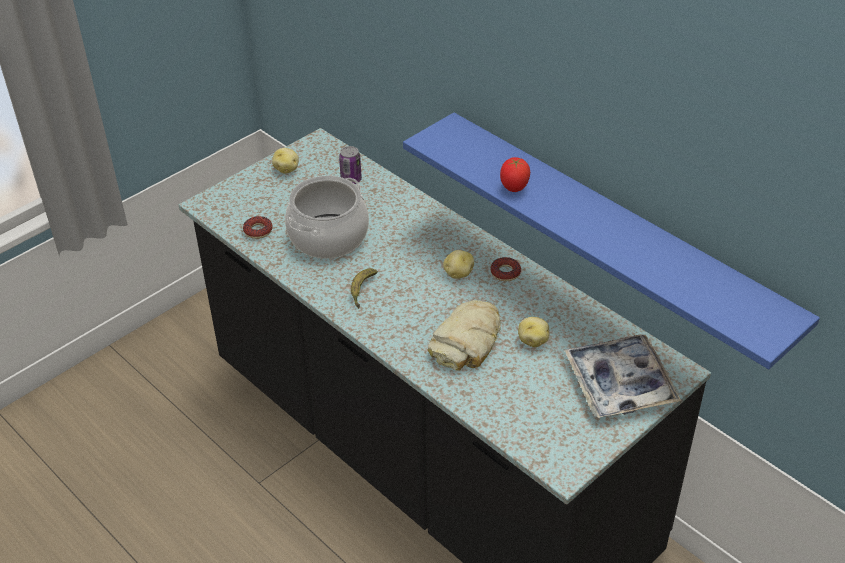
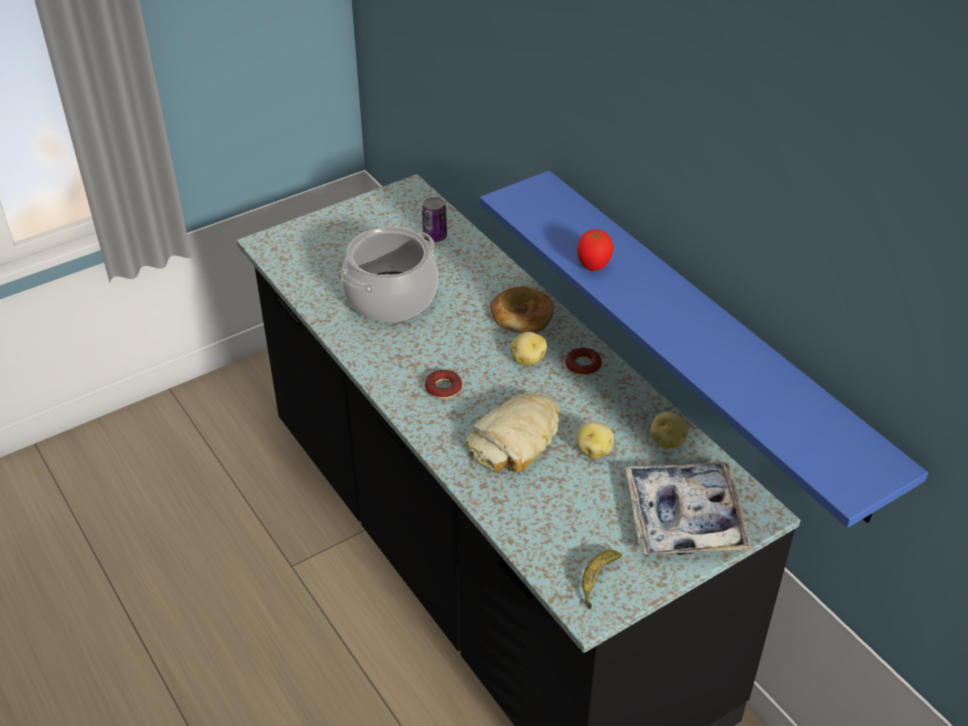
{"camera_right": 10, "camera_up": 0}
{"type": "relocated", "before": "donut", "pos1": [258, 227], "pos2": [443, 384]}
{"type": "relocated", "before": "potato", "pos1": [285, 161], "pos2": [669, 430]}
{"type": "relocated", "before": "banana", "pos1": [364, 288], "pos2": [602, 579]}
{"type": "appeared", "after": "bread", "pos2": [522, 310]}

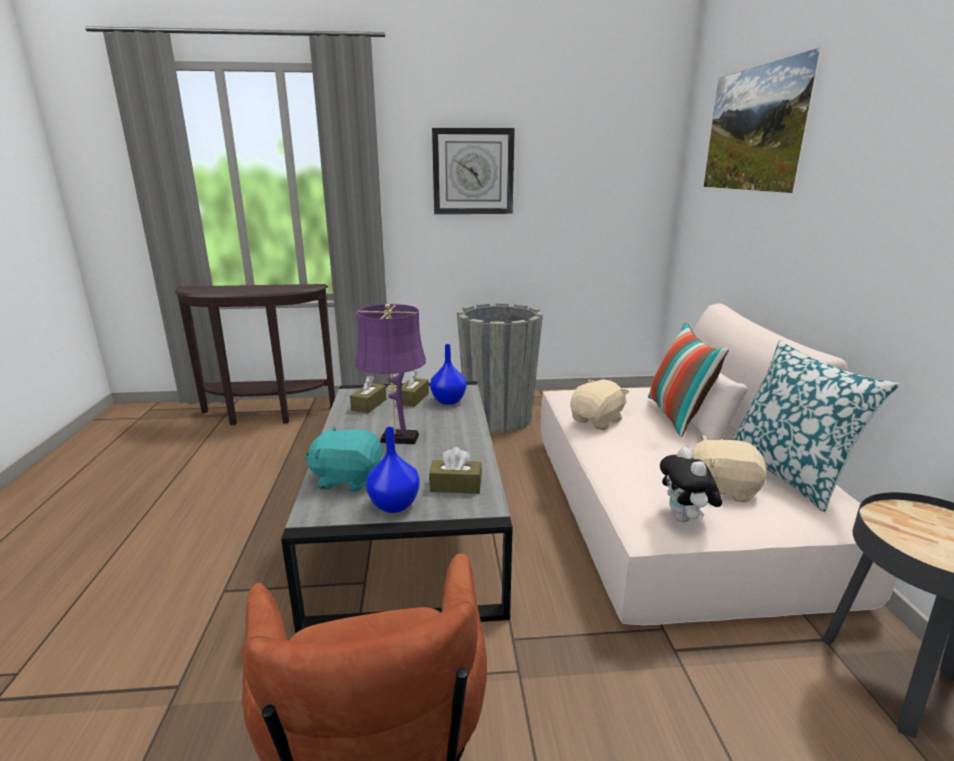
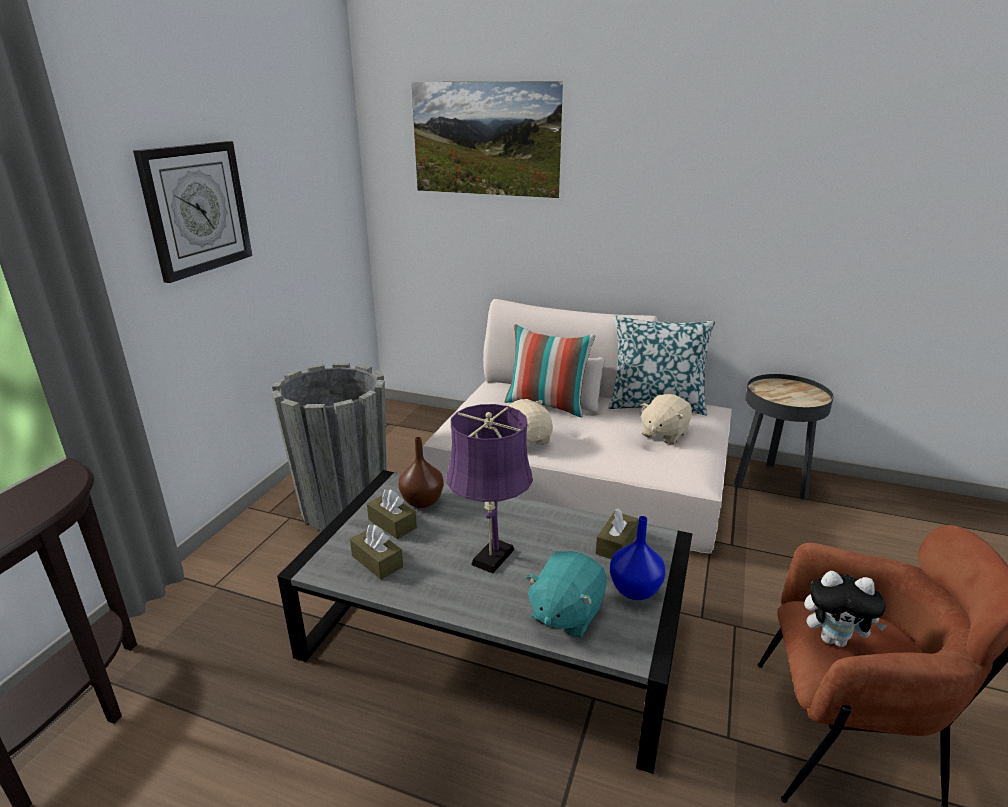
{"camera_right": -65, "camera_up": 5}
{"type": "colour", "before": "blue vase", "after": "brown vase", "pos1": [448, 374], "pos2": [421, 472]}
{"type": "relocated", "before": "plush toy", "pos1": [691, 484], "pos2": [846, 609]}

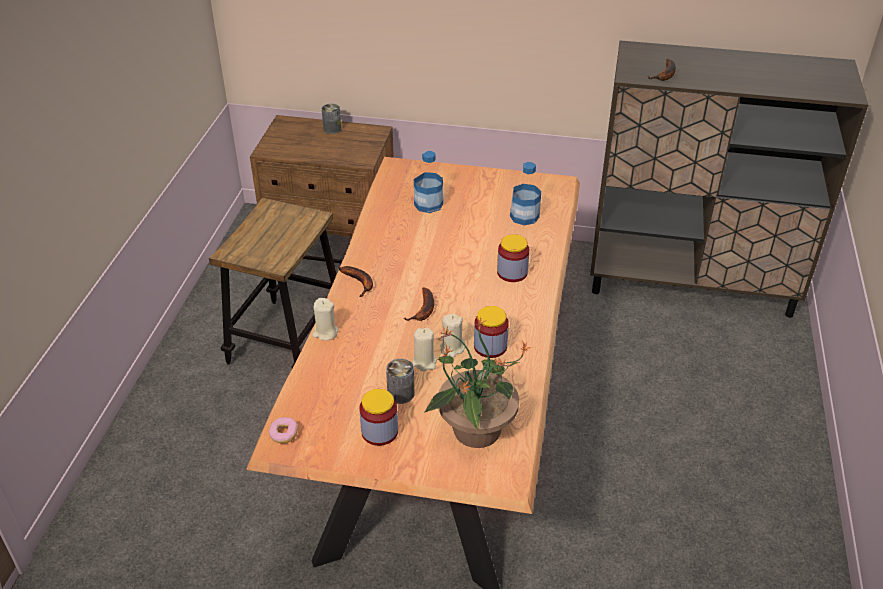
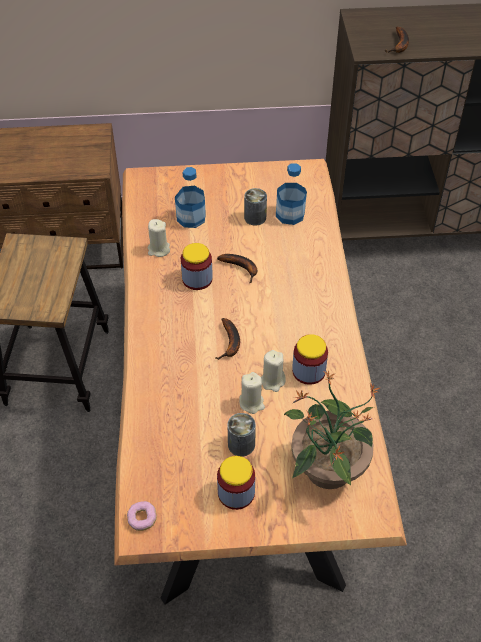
{"camera_right": -15, "camera_up": 10}
{"type": "relocated", "before": "beige candle", "pos1": [325, 319], "pos2": [159, 238]}
{"type": "relocated", "before": "can", "pos1": [331, 119], "pos2": [255, 207]}
{"type": "relocated", "before": "banana", "pos1": [356, 281], "pos2": [237, 268]}
{"type": "relocated", "before": "jar", "pos1": [513, 258], "pos2": [197, 266]}

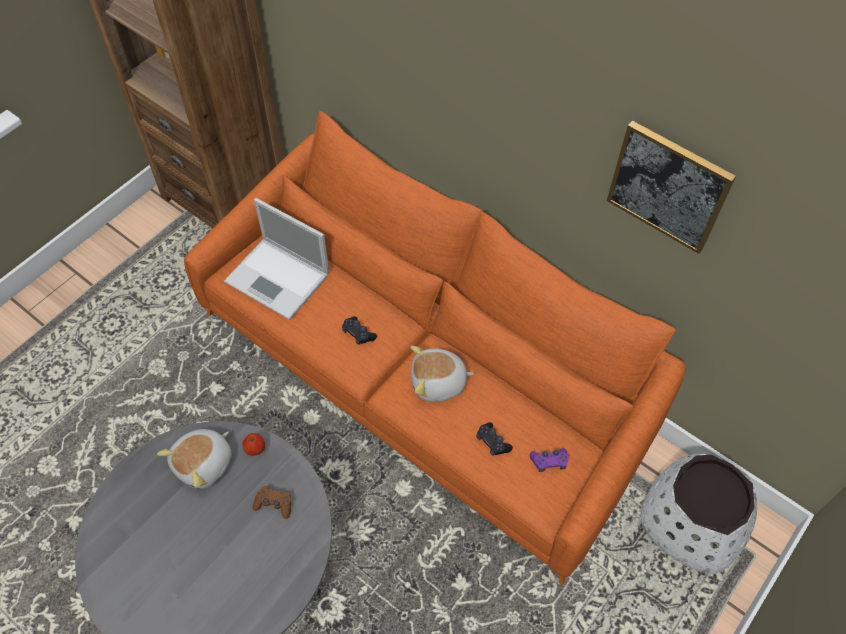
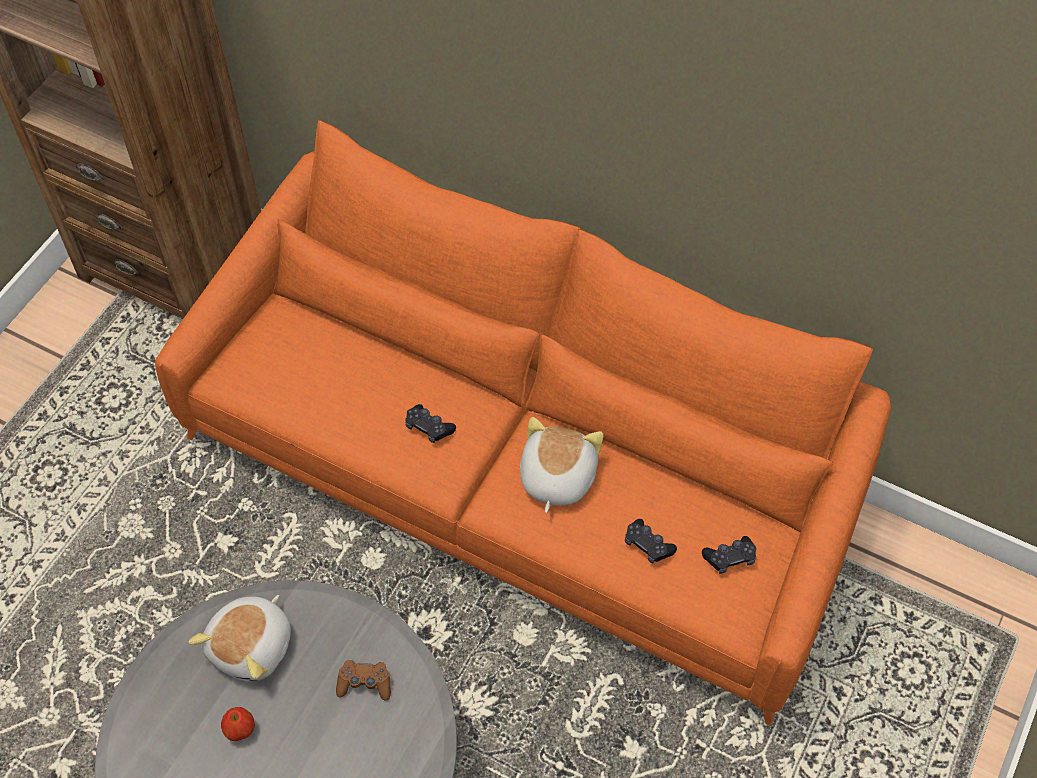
{"camera_right": -10, "camera_up": 0}
{"type": "missing", "before": "laptop", "pos1": [276, 259]}
{"type": "relocated", "before": "apple", "pos1": [253, 444], "pos2": [238, 724]}
{"type": "spun", "before": "plush toy", "pos1": [442, 374], "pos2": [562, 465], "turn": 120}
{"type": "colour", "before": "purple game controller", "after": "black game controller", "pos1": [549, 460], "pos2": [729, 555]}
{"type": "missing", "before": "picture", "pos1": [671, 187]}
{"type": "missing", "before": "white planter", "pos1": [698, 514]}

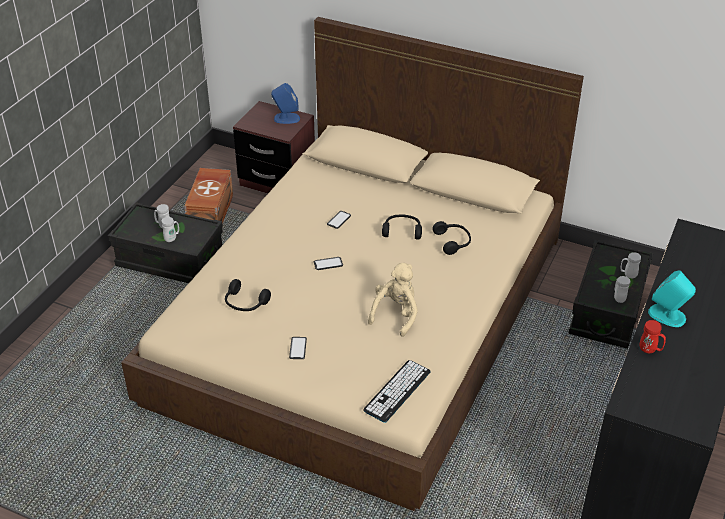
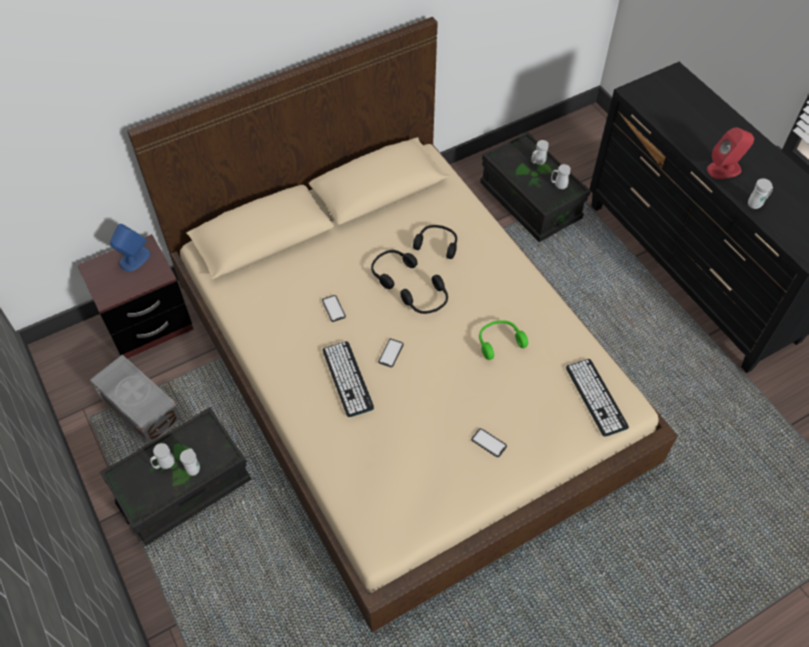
{"camera_right": -55, "camera_up": 15}
{"type": "colour", "before": "brown storage box", "after": "grey storage box", "pos1": [208, 196], "pos2": [136, 399]}
{"type": "relocated", "before": "black headphones", "pos1": [248, 295], "pos2": [424, 294]}
{"type": "exchanged", "before": "beige plush toy", "after": "green headphones", "pos1": [393, 300], "pos2": [503, 340]}
{"type": "colour", "before": "red mug", "after": "white mug", "pos1": [653, 336], "pos2": [760, 193]}
{"type": "colour", "before": "turquoise speaker", "after": "red speaker", "pos1": [672, 298], "pos2": [730, 153]}
{"type": "appeared", "after": "keyboard", "pos2": [348, 379]}

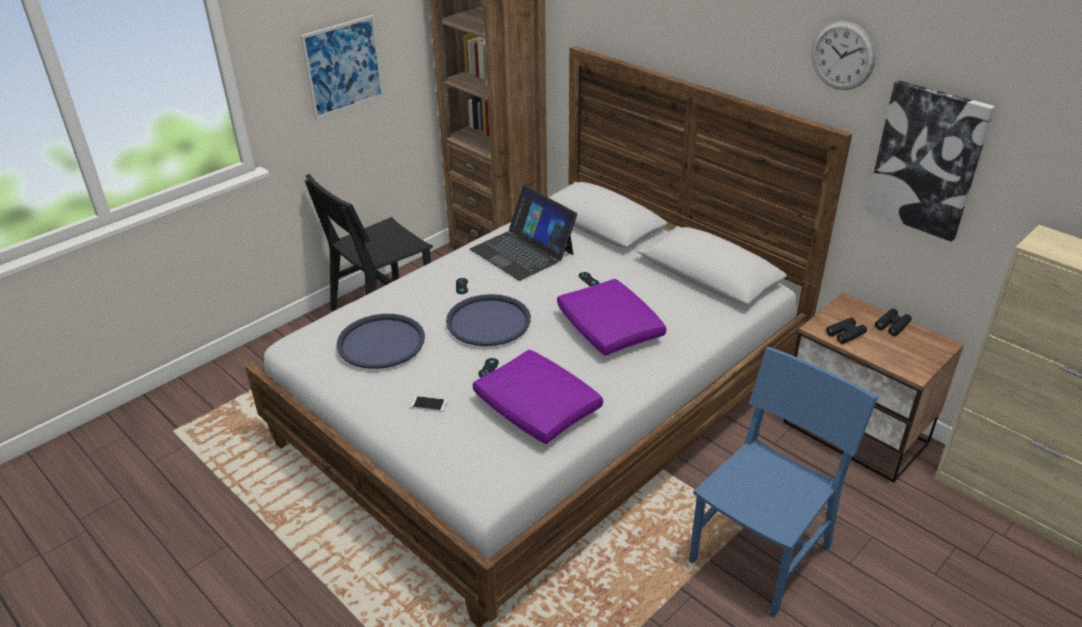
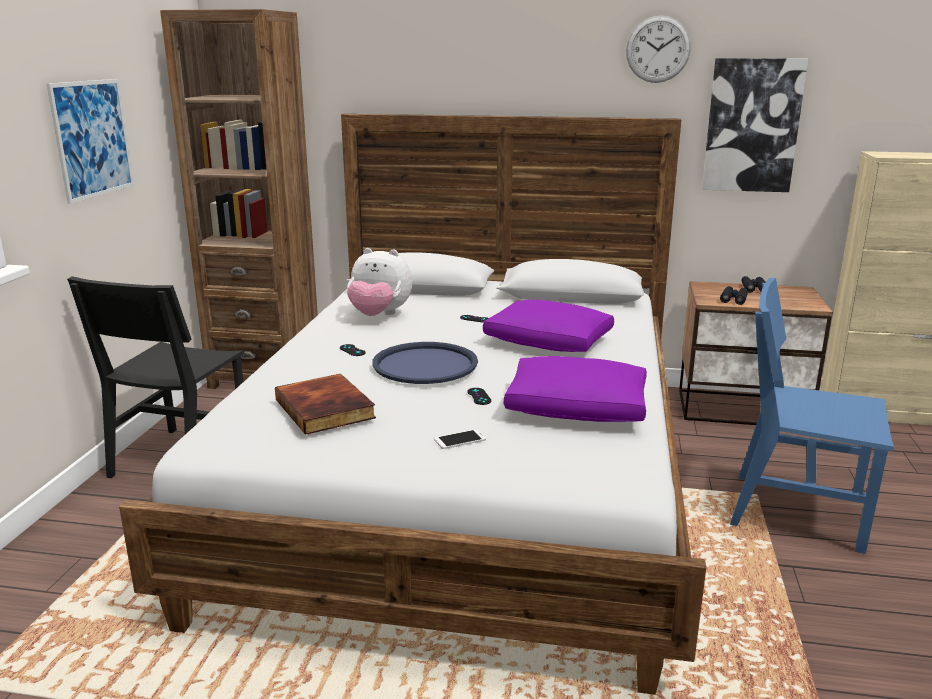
{"camera_right": -35, "camera_up": -15}
{"type": "exchanged", "before": "blue tray", "after": "book", "pos1": [381, 341], "pos2": [325, 404]}
{"type": "exchanged", "before": "laptop", "after": "plush toy", "pos1": [523, 233], "pos2": [379, 282]}
{"type": "spun", "before": "blue chair", "pos1": [783, 482], "pos2": [812, 416], "turn": -75}

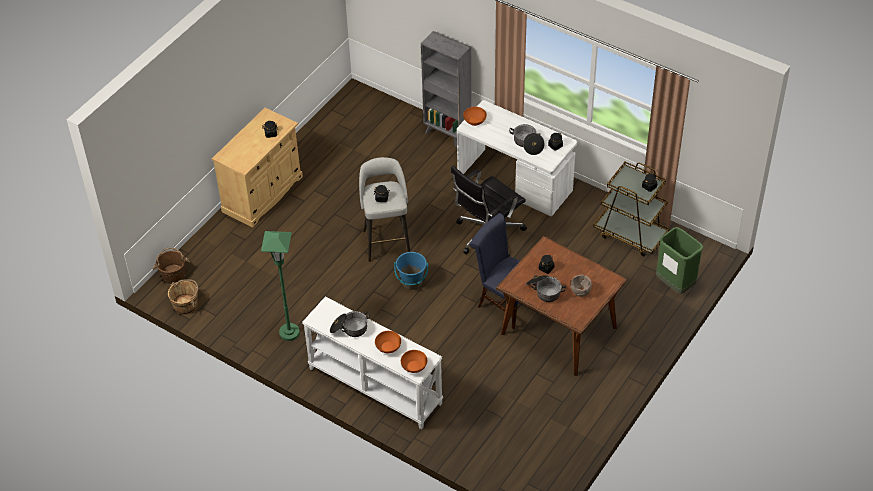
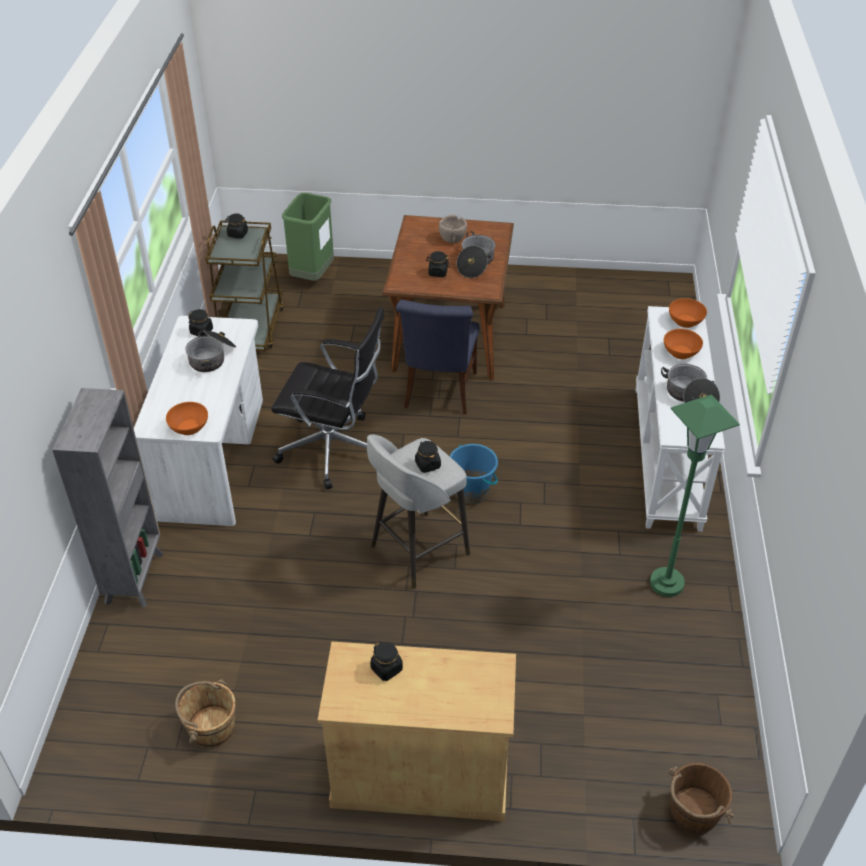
{"camera_right": -120, "camera_up": -5}
{"type": "relocated", "before": "brown bucket", "pos1": [183, 297], "pos2": [205, 713]}

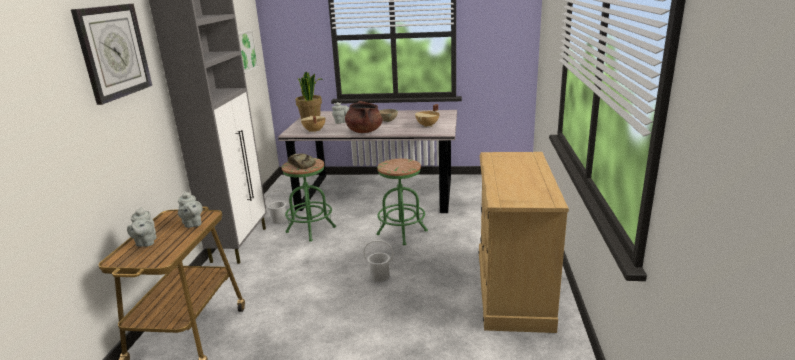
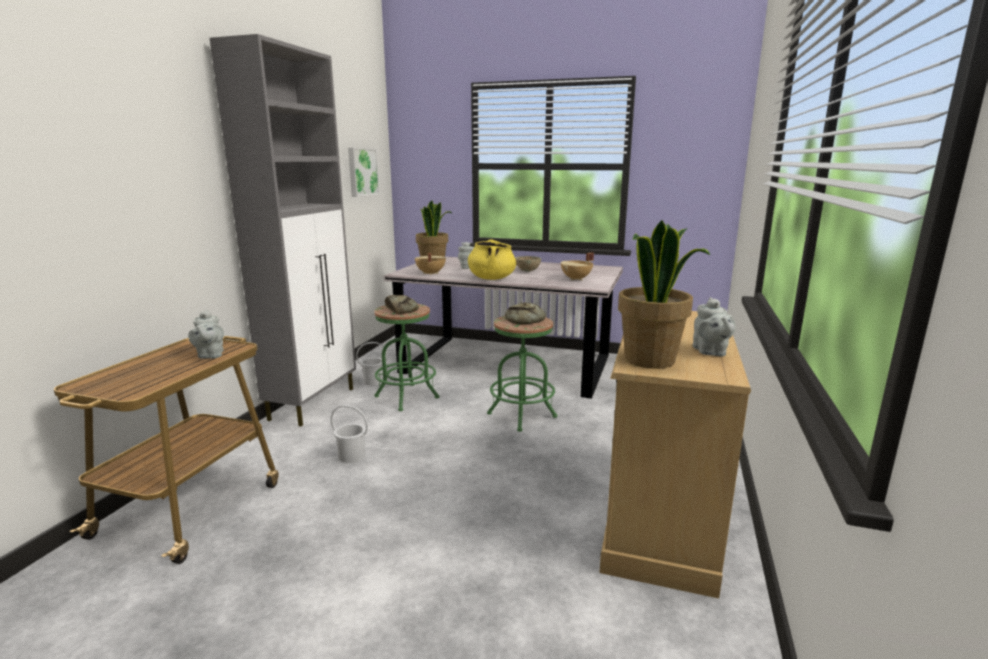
{"camera_right": 10, "camera_up": -5}
{"type": "missing", "before": "wall clock", "pos1": [111, 54]}
{"type": "relocated", "before": "grey teapot", "pos1": [142, 227], "pos2": [714, 326]}
{"type": "colour", "before": "brown cooking pot", "after": "yellow cooking pot", "pos1": [364, 117], "pos2": [492, 259]}
{"type": "relocated", "before": "white bucket", "pos1": [378, 261], "pos2": [349, 434]}
{"type": "appeared", "after": "bread", "pos2": [525, 313]}
{"type": "appeared", "after": "potted plant", "pos2": [664, 294]}

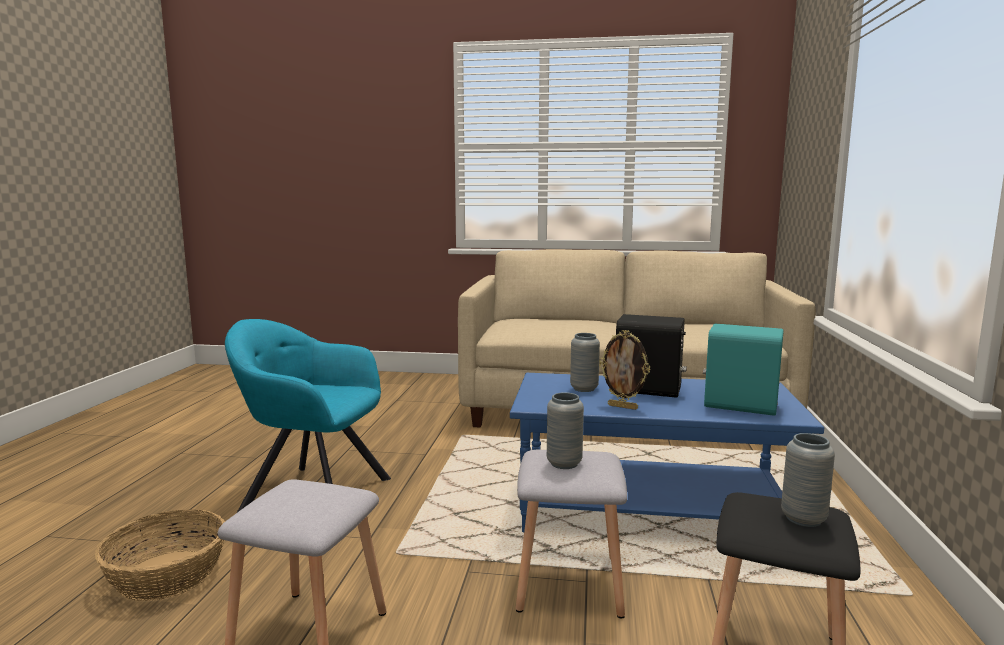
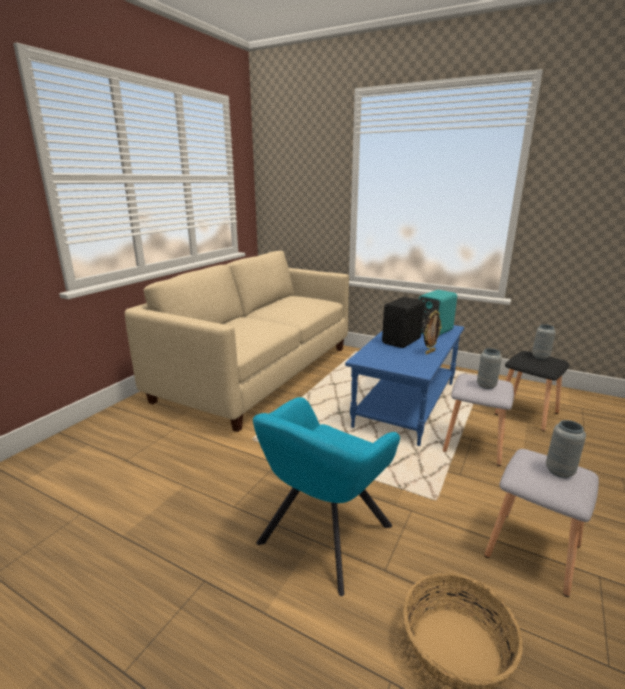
{"camera_right": -70, "camera_up": 10}
{"type": "relocated", "before": "grey vase", "pos1": [585, 362], "pos2": [566, 449]}

